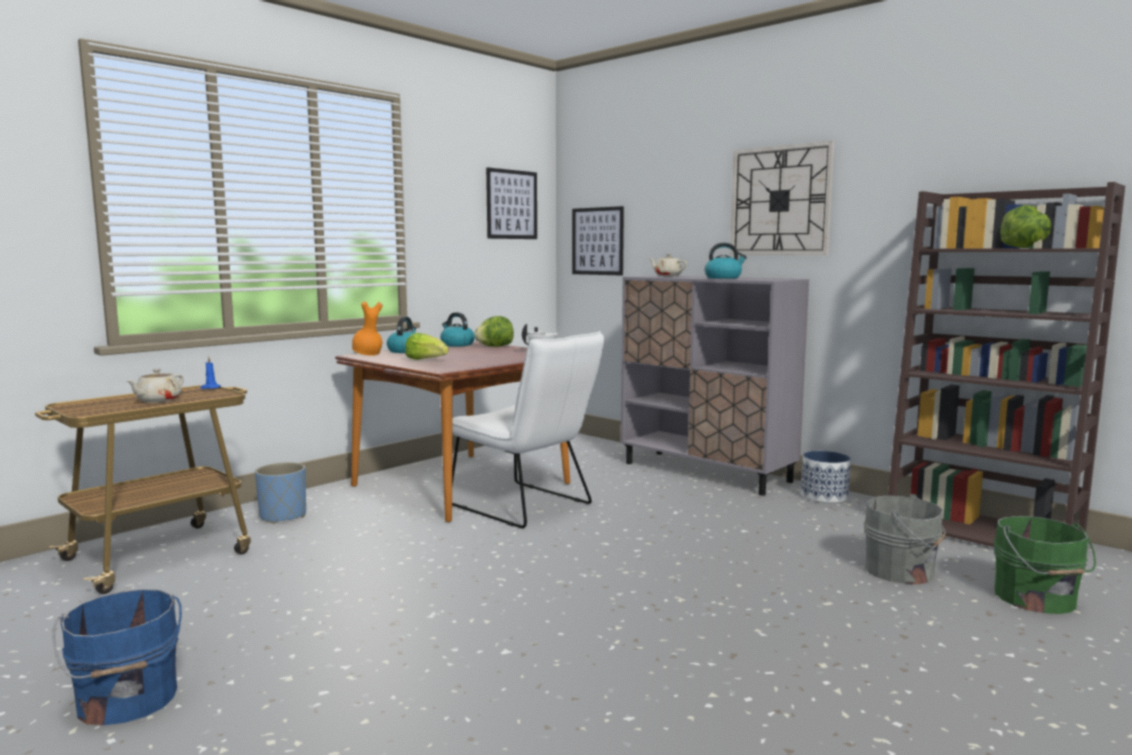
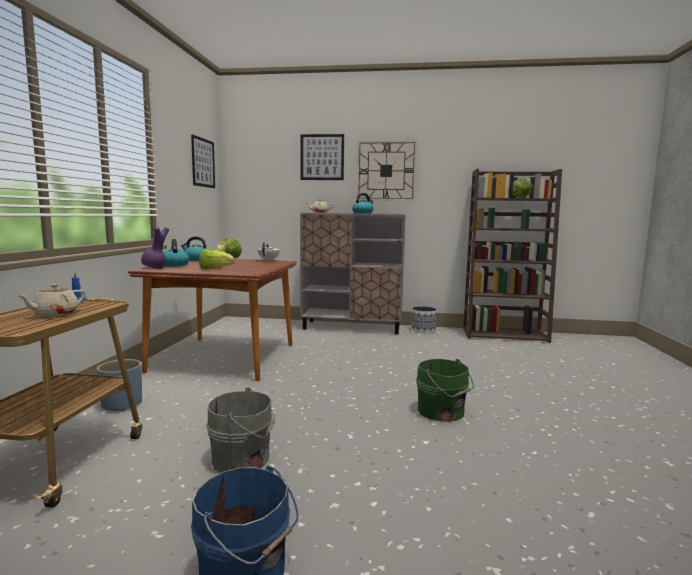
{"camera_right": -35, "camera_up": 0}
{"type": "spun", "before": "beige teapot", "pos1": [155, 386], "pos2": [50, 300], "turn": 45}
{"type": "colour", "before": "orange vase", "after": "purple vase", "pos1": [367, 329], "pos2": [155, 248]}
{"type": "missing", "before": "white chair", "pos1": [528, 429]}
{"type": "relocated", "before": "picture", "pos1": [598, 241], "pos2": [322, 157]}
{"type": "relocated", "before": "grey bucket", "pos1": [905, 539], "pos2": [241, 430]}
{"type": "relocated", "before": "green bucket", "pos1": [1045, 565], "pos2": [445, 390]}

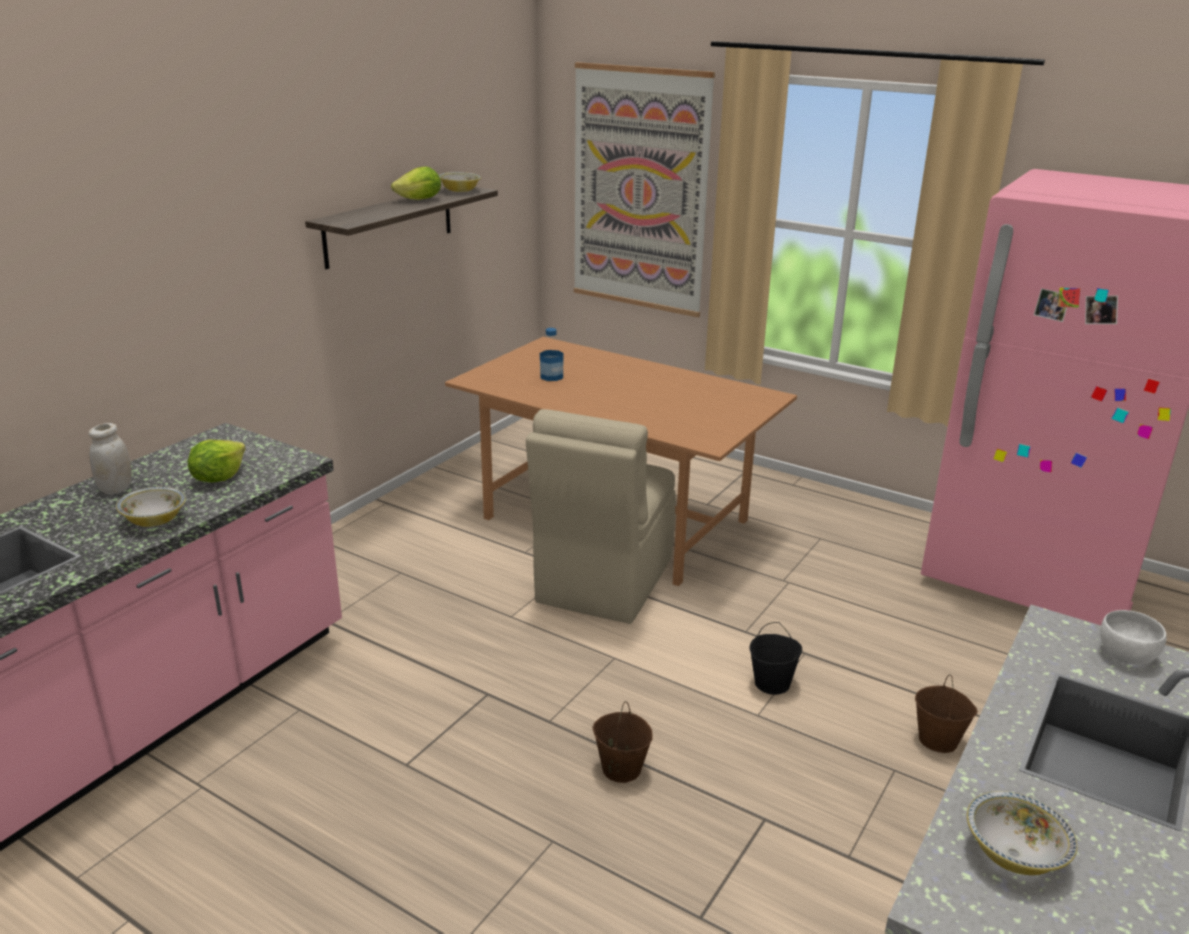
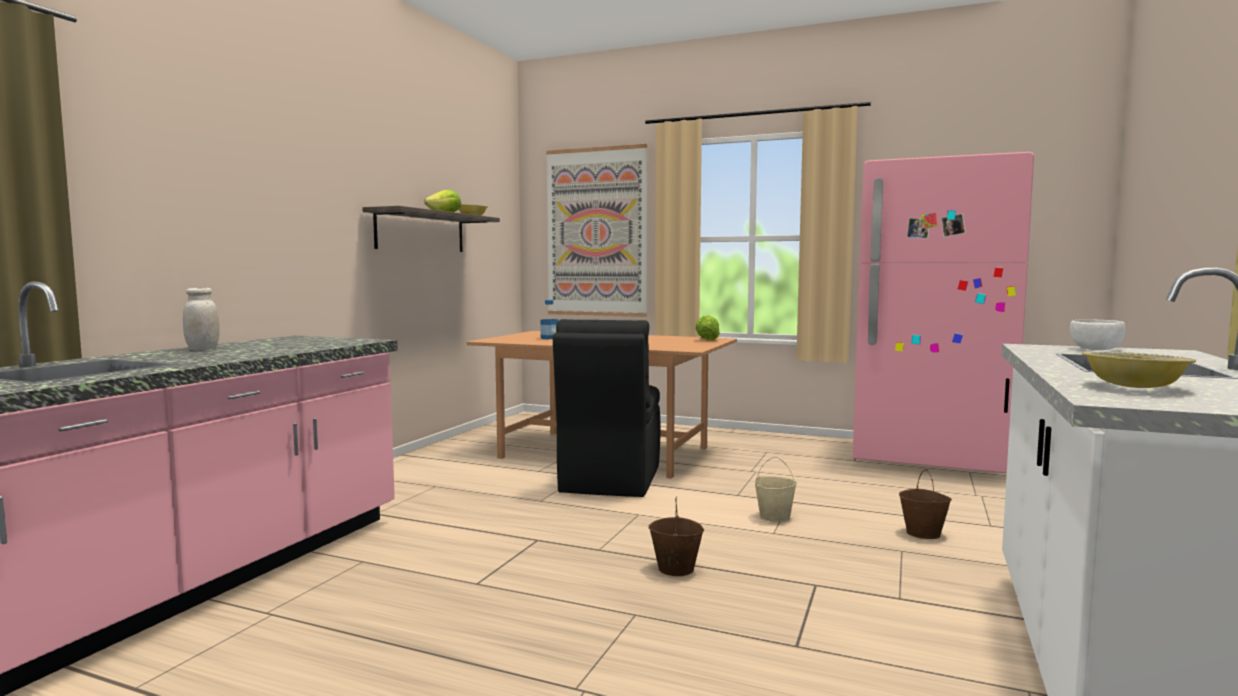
{"camera_right": -10, "camera_up": -20}
{"type": "missing", "before": "bowl", "pos1": [151, 507]}
{"type": "relocated", "before": "lettuce", "pos1": [217, 461], "pos2": [707, 327]}
{"type": "colour", "before": "beige chair", "after": "black chair", "pos1": [601, 516], "pos2": [607, 408]}
{"type": "colour", "before": "black bucket", "after": "beige bucket", "pos1": [775, 658], "pos2": [775, 489]}

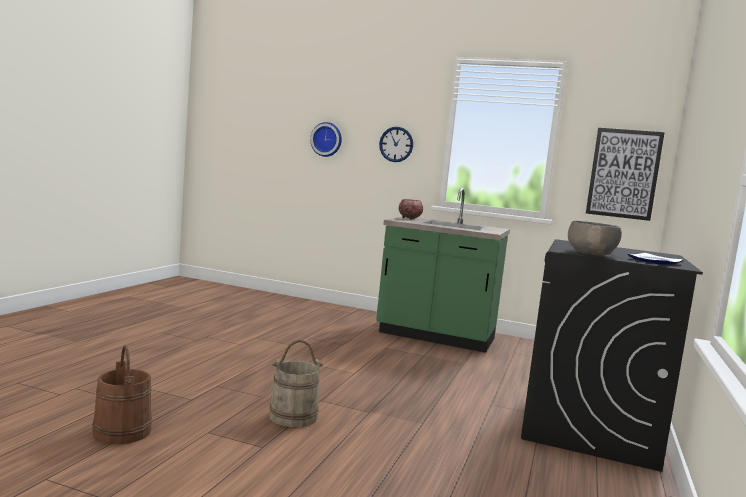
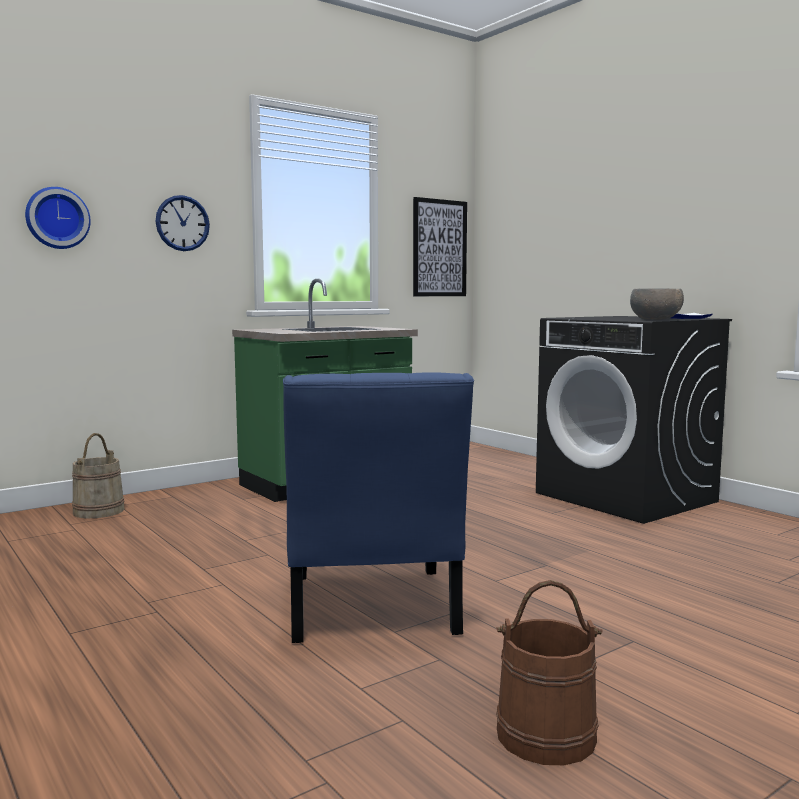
{"camera_right": -55, "camera_up": 0}
{"type": "relocated", "before": "beige bucket", "pos1": [296, 383], "pos2": [98, 475]}
{"type": "missing", "before": "bowl", "pos1": [411, 209]}
{"type": "appeared", "after": "blue chair", "pos2": [378, 507]}

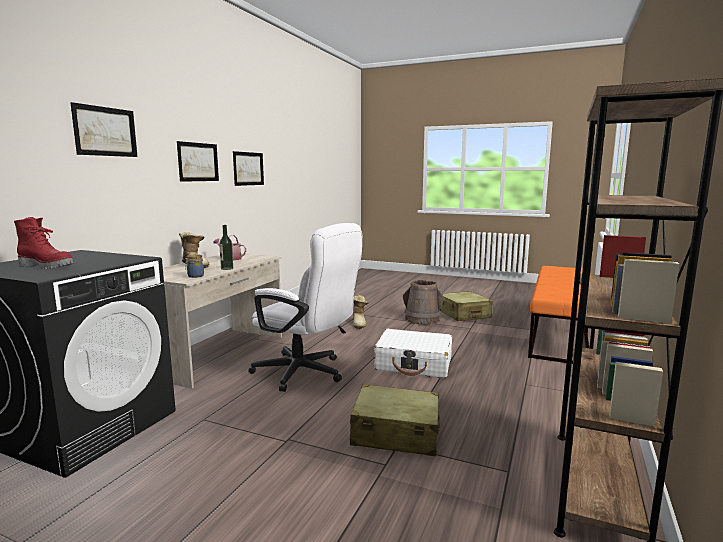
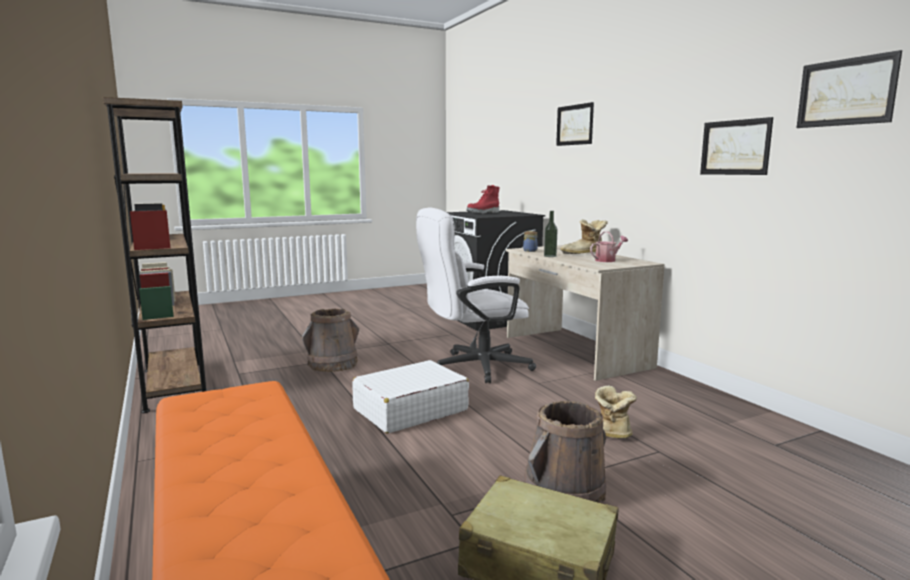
{"camera_right": 130, "camera_up": 0}
{"type": "relocated", "before": "picture", "pos1": [198, 161], "pos2": [849, 89]}
{"type": "exchanged", "before": "beige suitcase", "after": "brown bucket", "pos1": [395, 420], "pos2": [330, 340]}

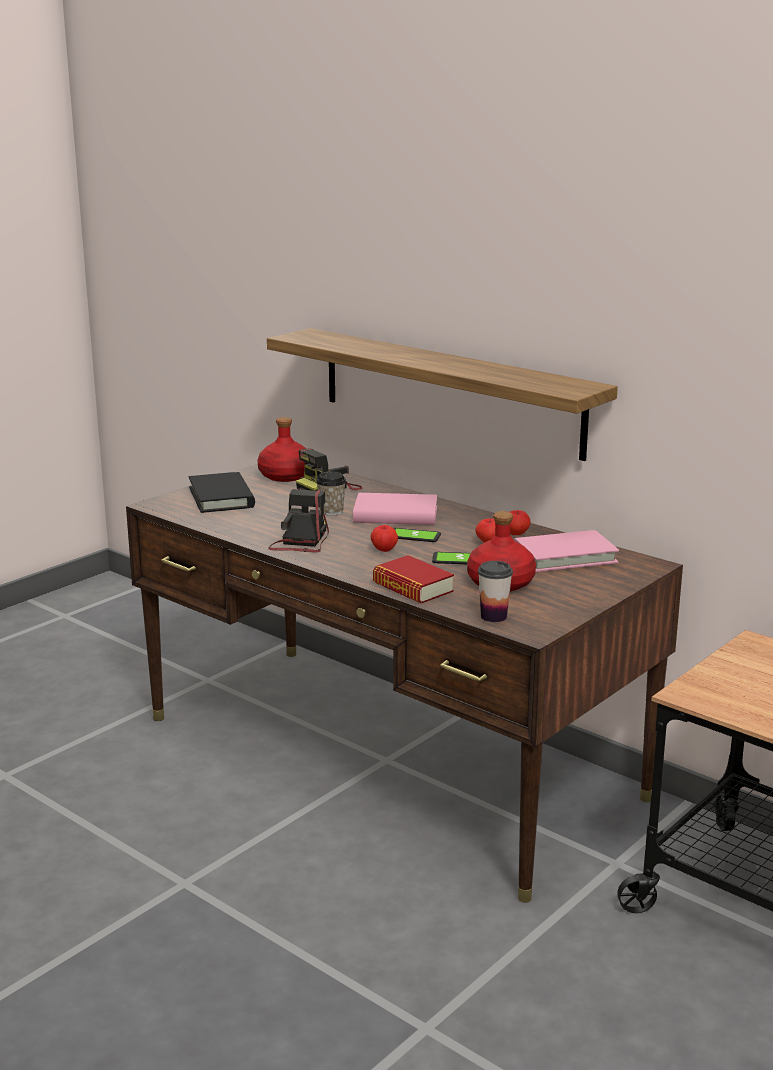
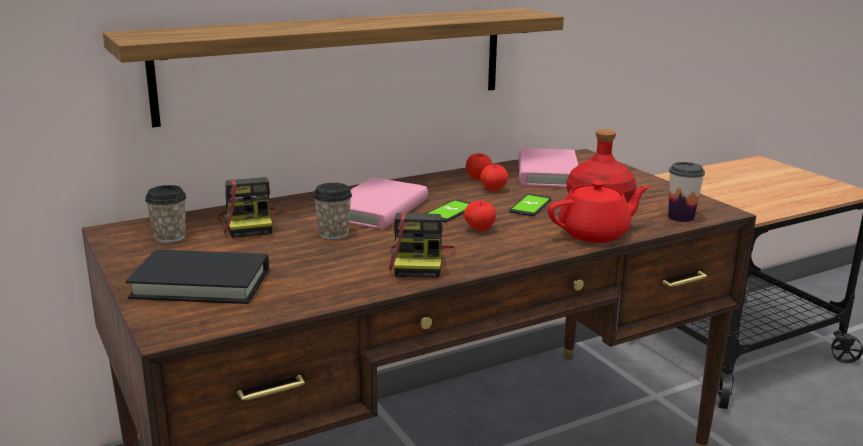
{"camera_right": -70, "camera_up": 0}
{"type": "exchanged", "before": "red bottle", "after": "cup", "pos1": [281, 449], "pos2": [166, 214]}
{"type": "spun", "before": "photo camera", "pos1": [298, 521], "pos2": [422, 245], "turn": -120}
{"type": "exchanged", "before": "book", "after": "red teapot", "pos1": [413, 579], "pos2": [598, 211]}

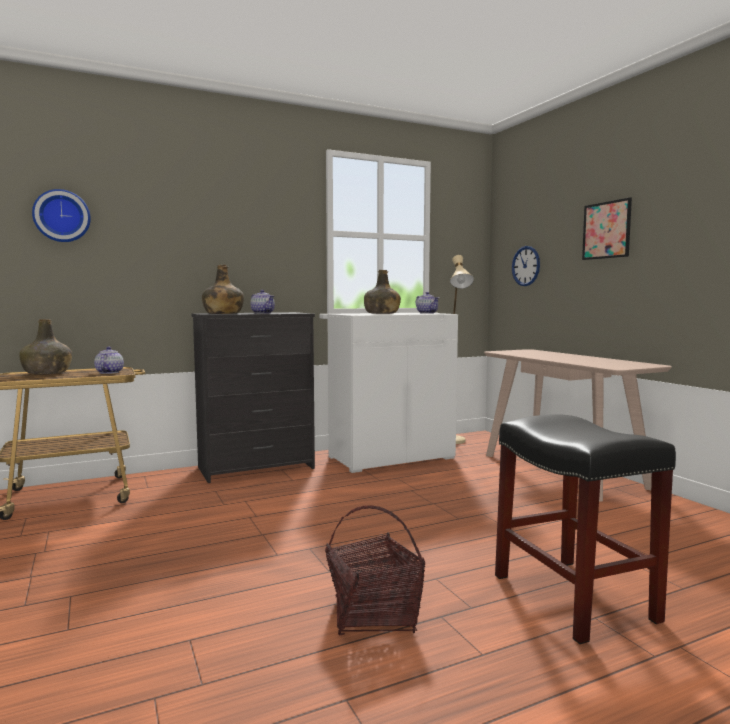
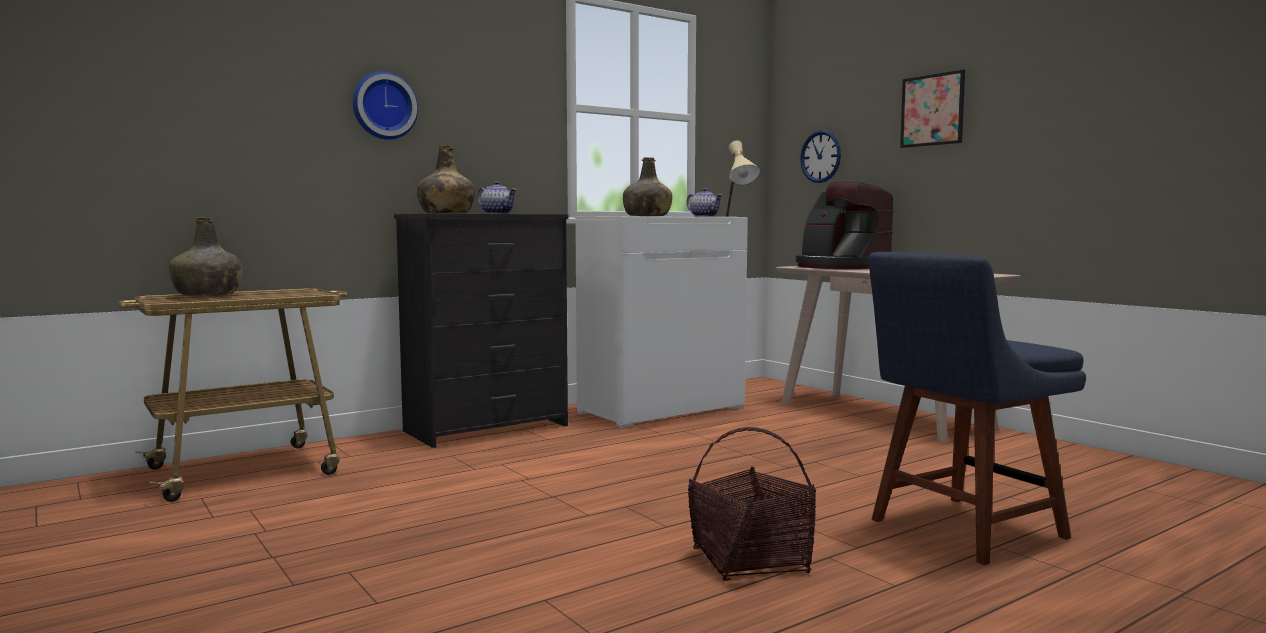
{"camera_right": -10, "camera_up": 0}
{"type": "relocated", "before": "wall clock", "pos1": [61, 215], "pos2": [385, 106]}
{"type": "missing", "before": "teapot", "pos1": [109, 360]}
{"type": "exchanged", "before": "black stool", "after": "blue chair", "pos1": [585, 529], "pos2": [977, 408]}
{"type": "appeared", "after": "coffee machine", "pos2": [845, 225]}

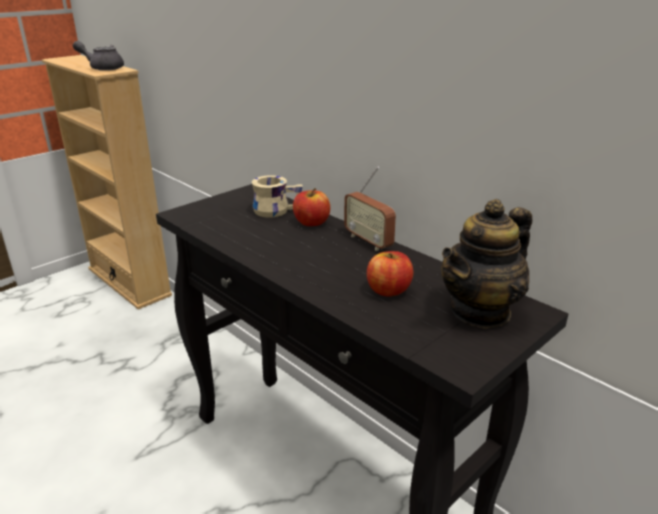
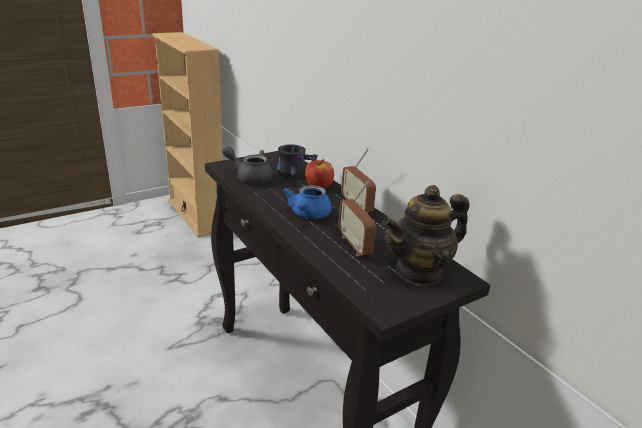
{"camera_right": 10, "camera_up": 0}
{"type": "relocated", "before": "grey teapot", "pos1": [98, 56], "pos2": [247, 165]}
{"type": "colour", "before": "beige mug", "after": "black mug", "pos1": [277, 196], "pos2": [297, 161]}
{"type": "exchanged", "before": "apple", "after": "radio", "pos1": [390, 274], "pos2": [357, 218]}
{"type": "appeared", "after": "blue teapot", "pos2": [307, 202]}

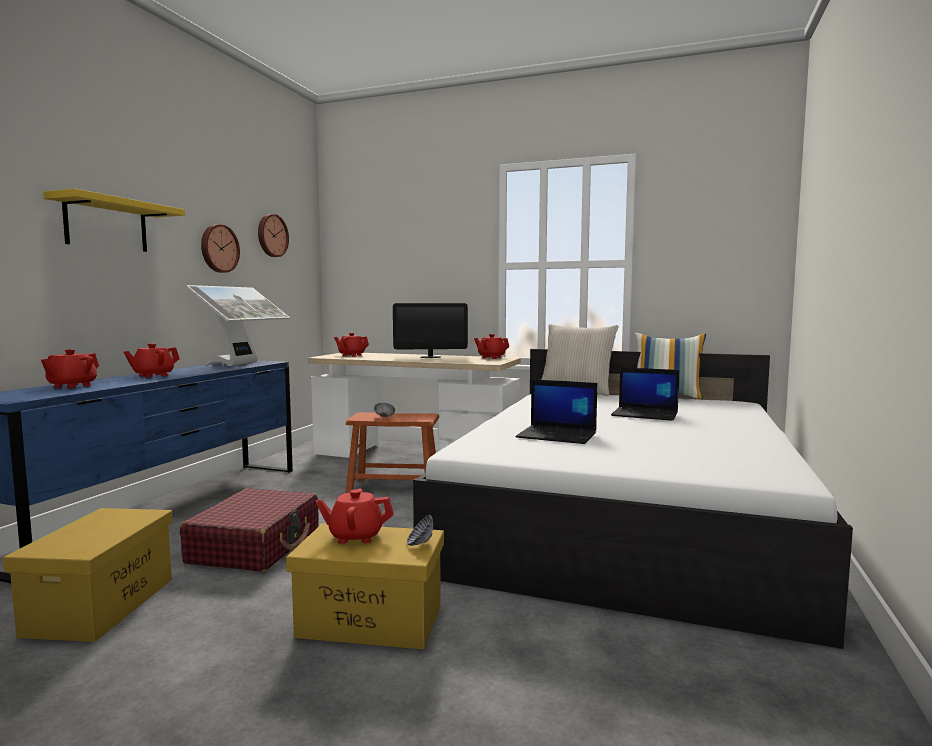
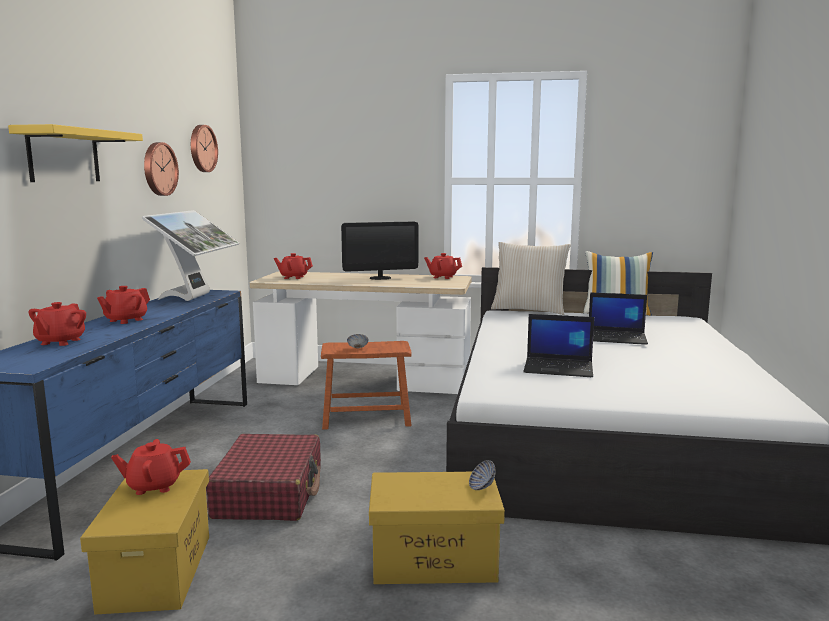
{"camera_right": -10, "camera_up": 5}
{"type": "relocated", "before": "red teapot", "pos1": [355, 516], "pos2": [151, 467]}

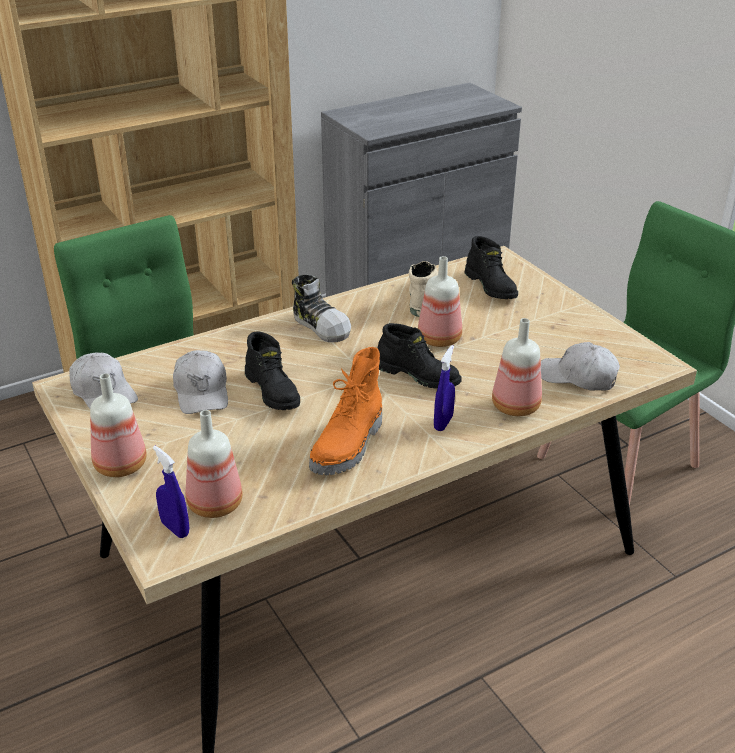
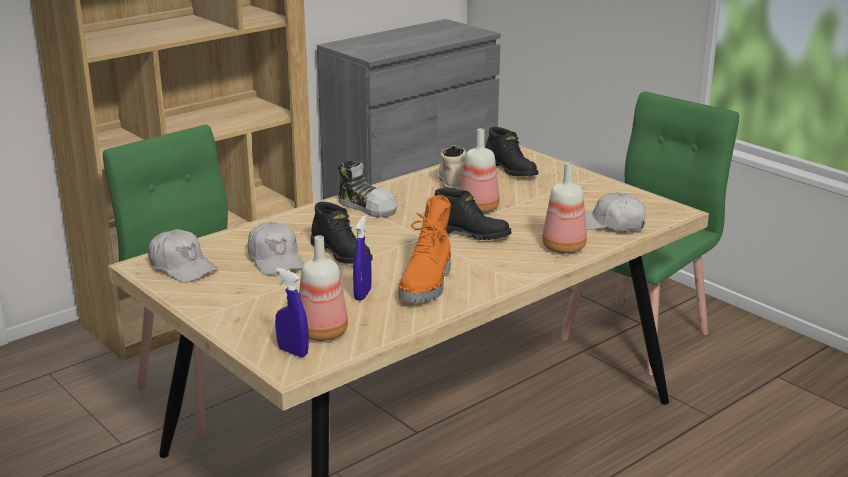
{"camera_right": -10, "camera_up": -10}
{"type": "missing", "before": "bottle", "pos1": [118, 425]}
{"type": "relocated", "before": "blue spray bottle", "pos1": [444, 388], "pos2": [362, 258]}

